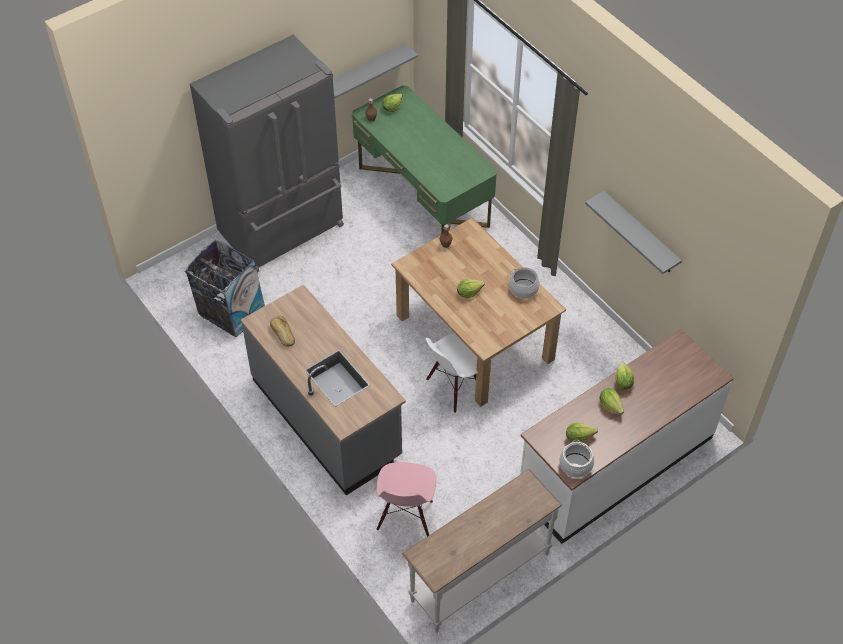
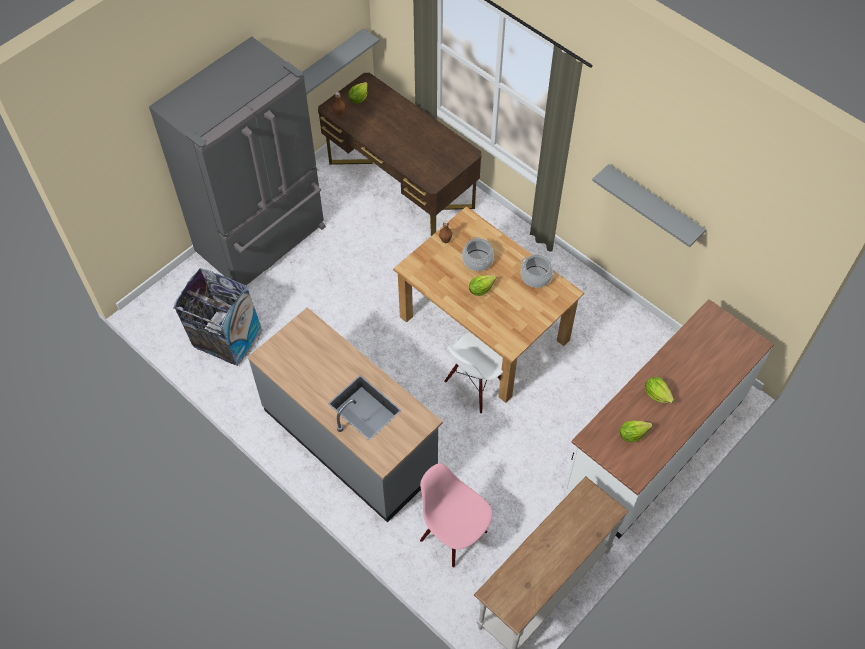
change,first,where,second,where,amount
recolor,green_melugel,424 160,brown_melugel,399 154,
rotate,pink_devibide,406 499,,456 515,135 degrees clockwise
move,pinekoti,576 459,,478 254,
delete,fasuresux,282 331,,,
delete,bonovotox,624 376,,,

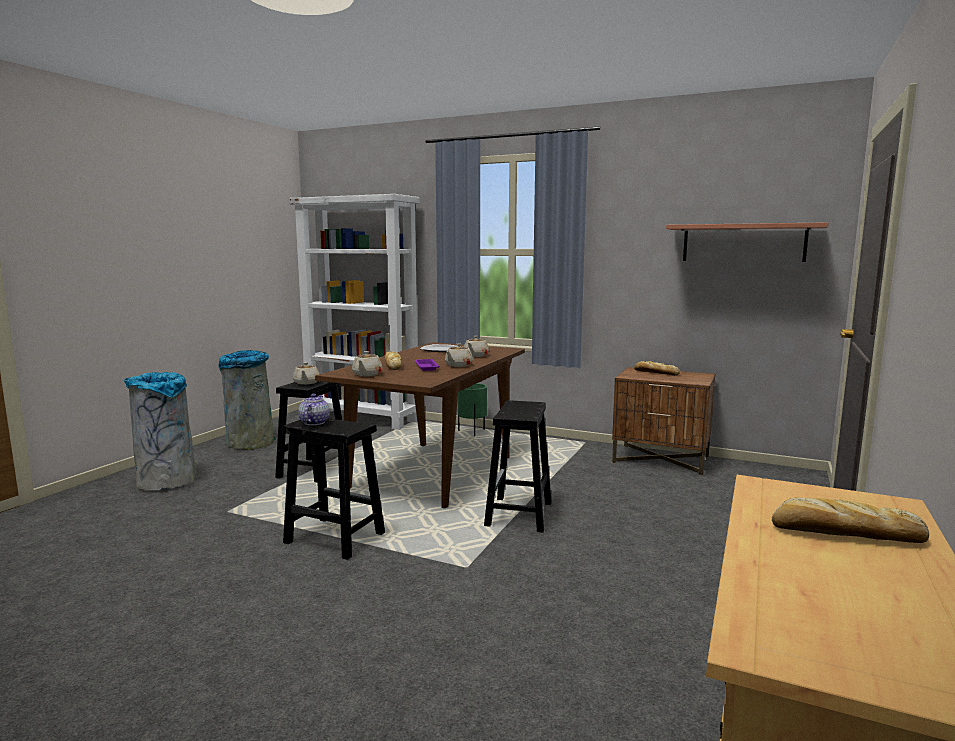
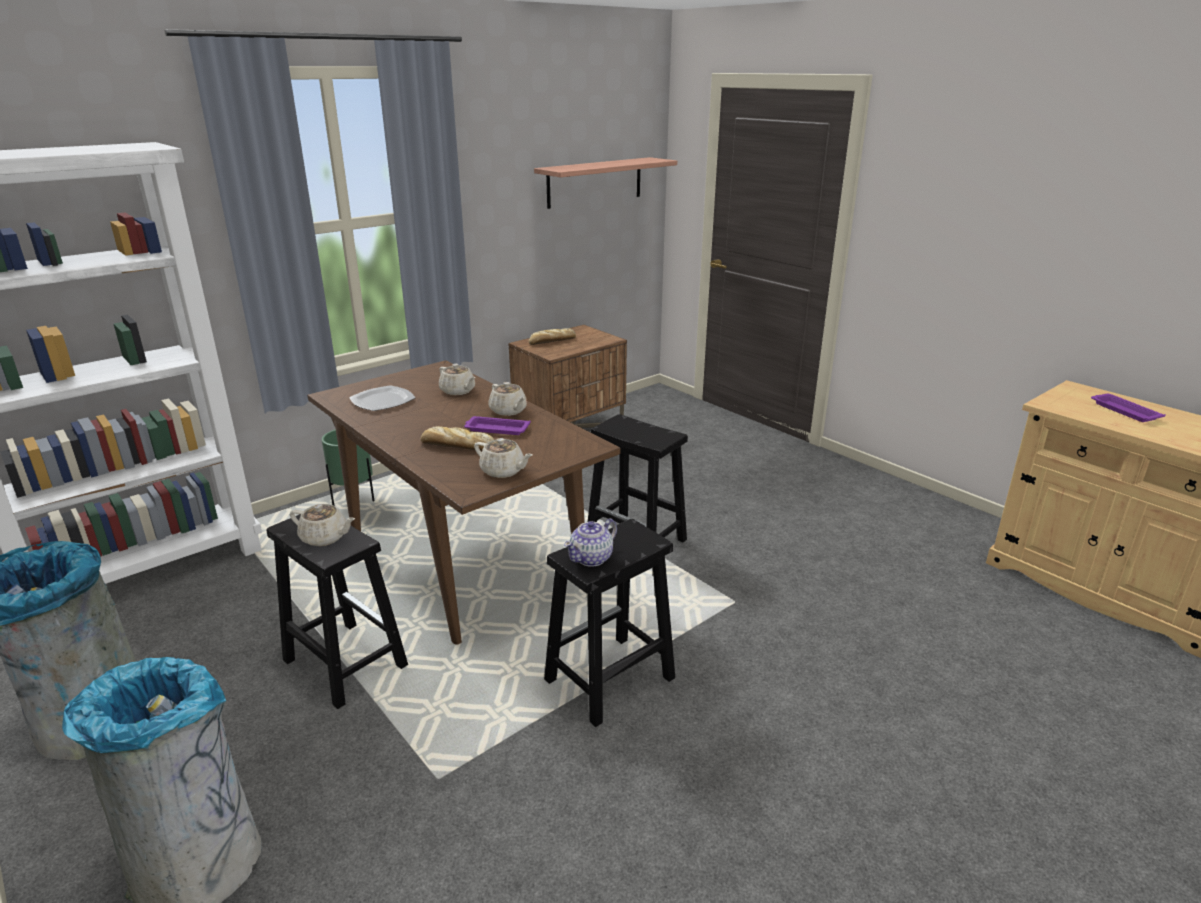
change,first,where,second,where,amount
rotate,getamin,314 409,,590 543,75 degrees counterclockwise
replace,fasuresux,850 520,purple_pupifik,1128 408,

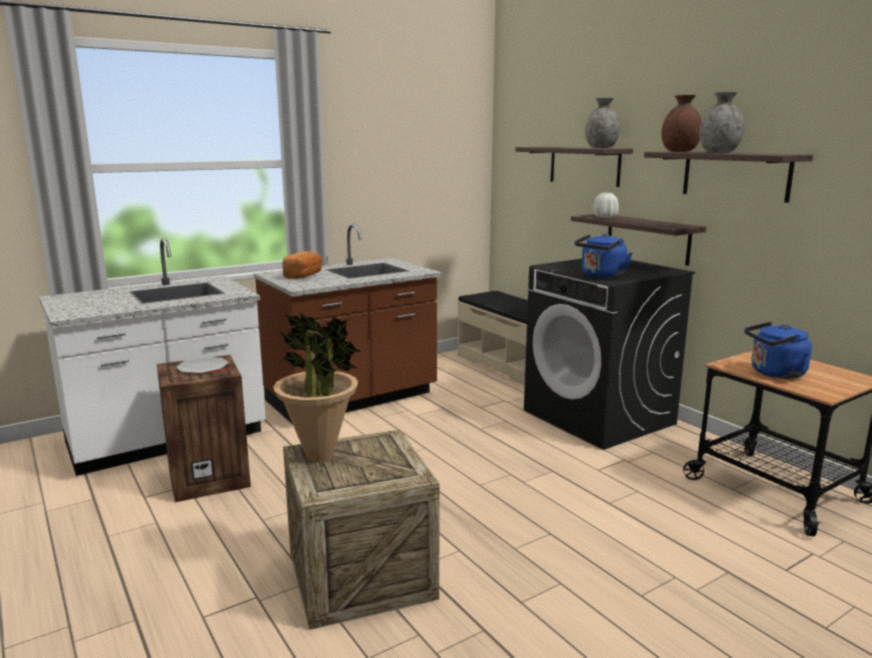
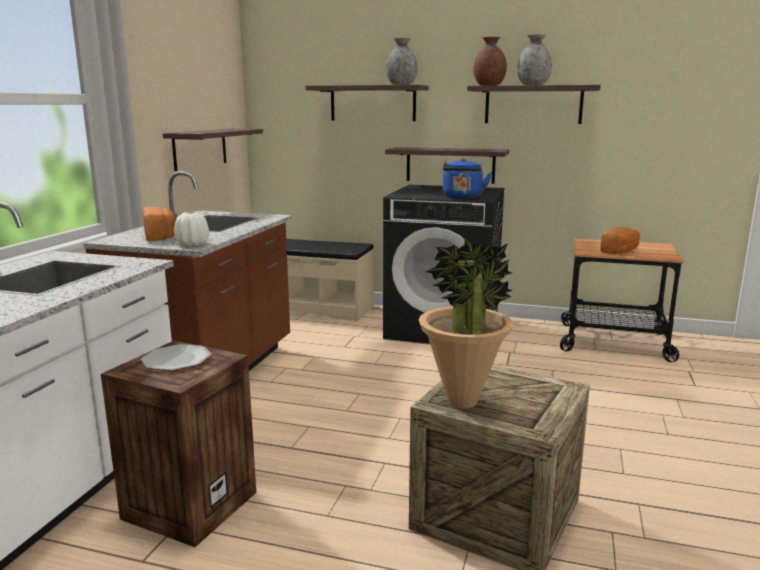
change,first,where,second,where,amount
insert,,,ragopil,213 150,
move,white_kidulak,606 205,,191 229,
replace,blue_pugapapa,778 350,fasuresux,620 240,

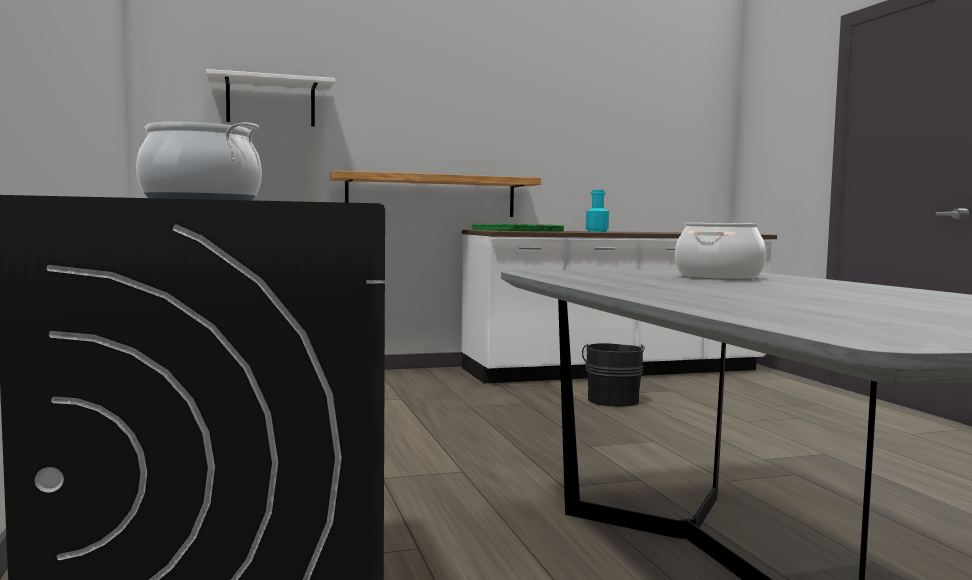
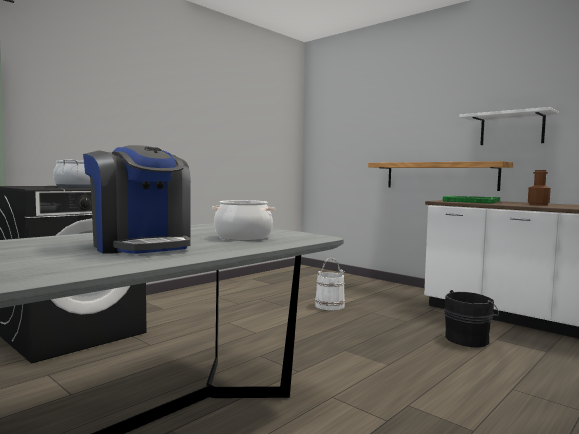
change,first,where,second,where,amount
insert,,,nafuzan,137 199,
insert,,,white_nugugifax,330 284,
move,white_ragopil,270 98,,509 126,
recolor,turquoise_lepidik,597 211,brown_lepidik,539 188,

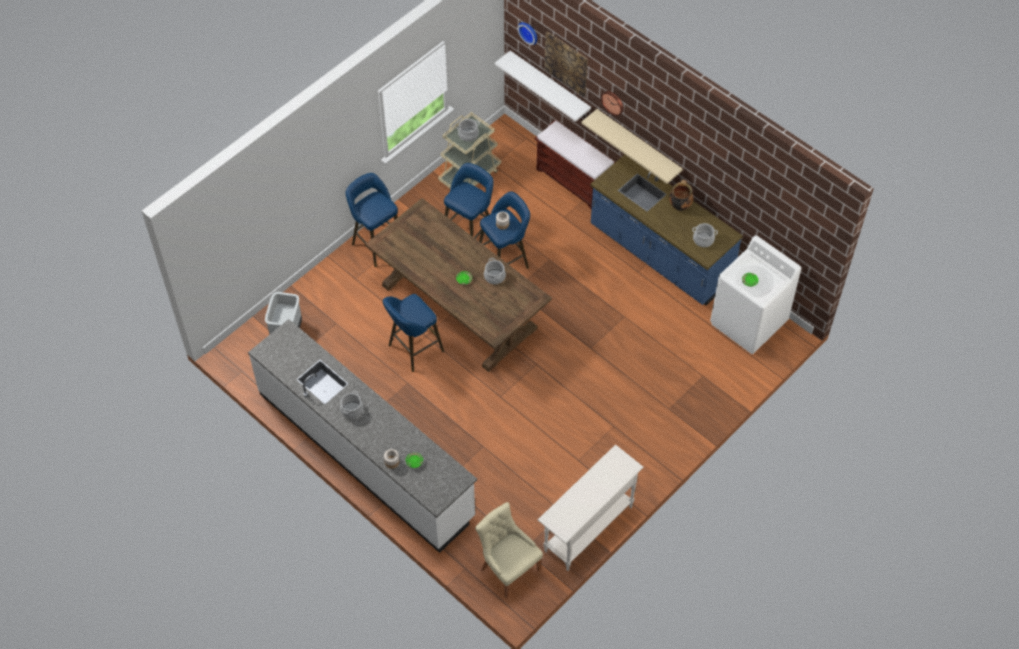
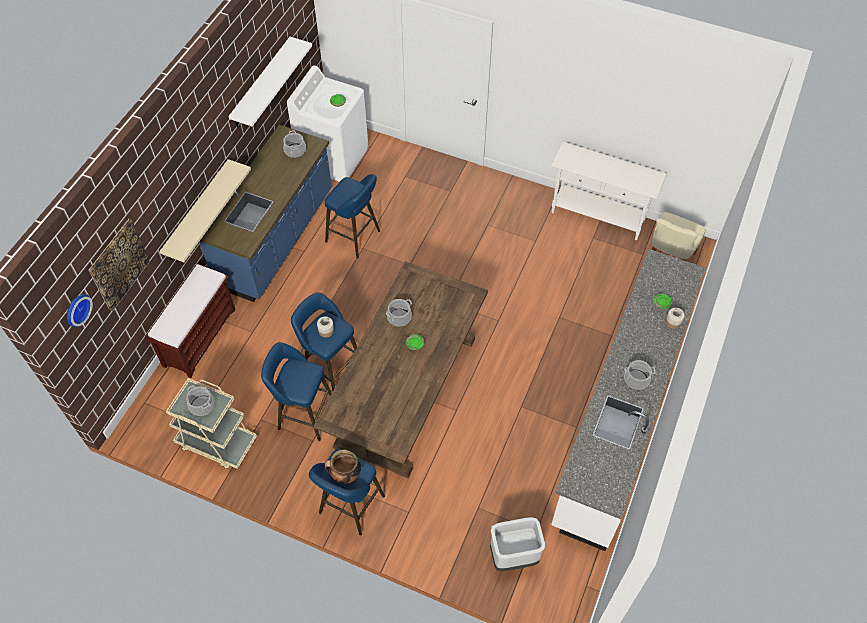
change,first,where,second,where,amount
move,white_ragopil,543 86,,270 82,
move,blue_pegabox,413 333,,352 216,
move,pinekoti,681 195,,342 467,
delete,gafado,612 103,,,

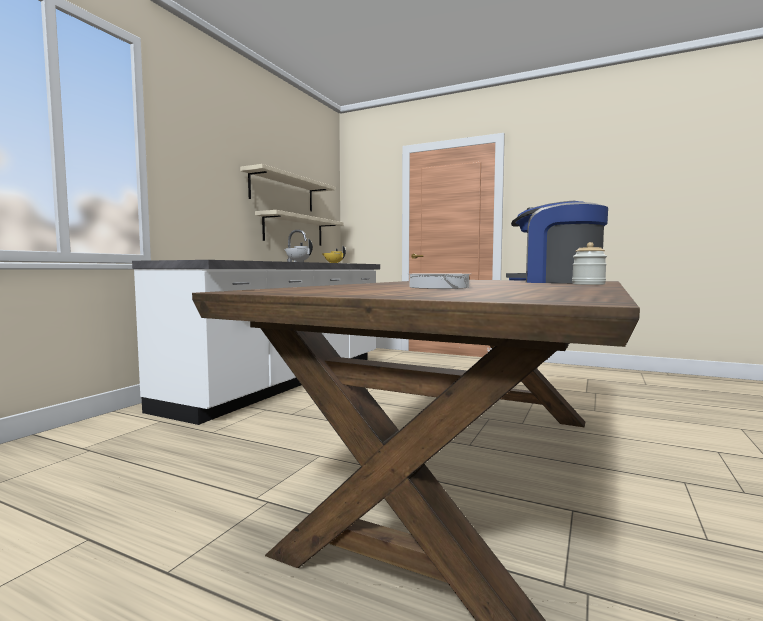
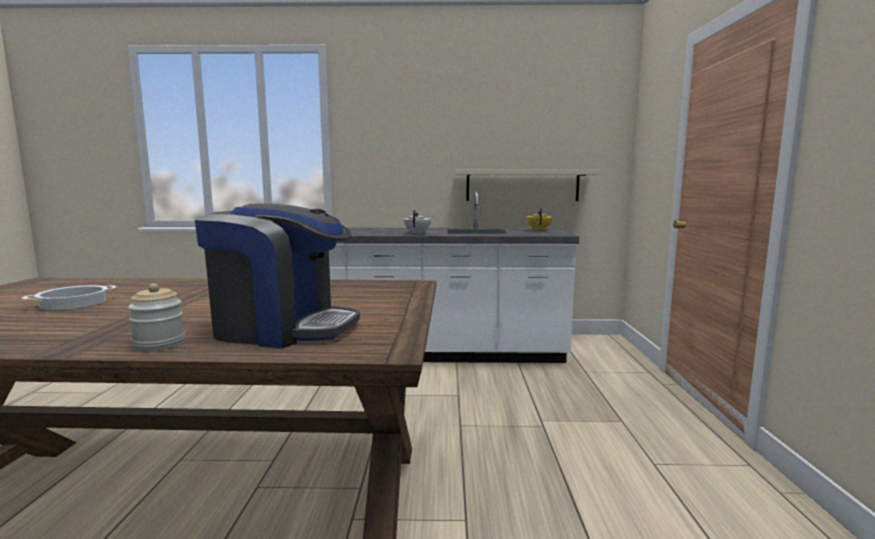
change,first,where,second,where,amount
rotate,nafuzan,557 242,,277 275,90 degrees clockwise
delete,beige_ragopil,287 187,,,

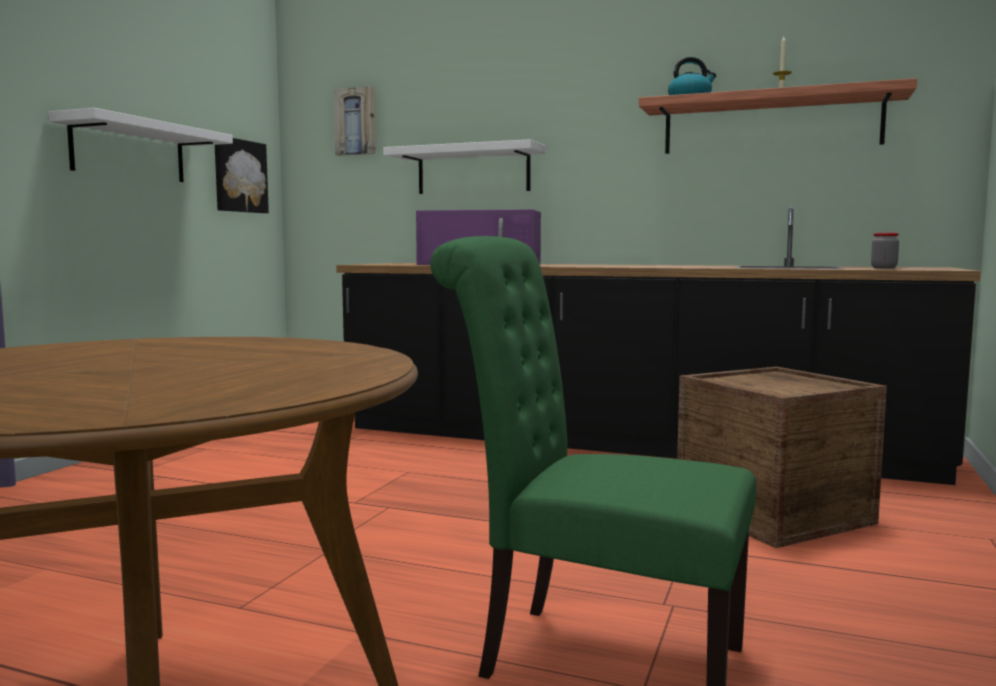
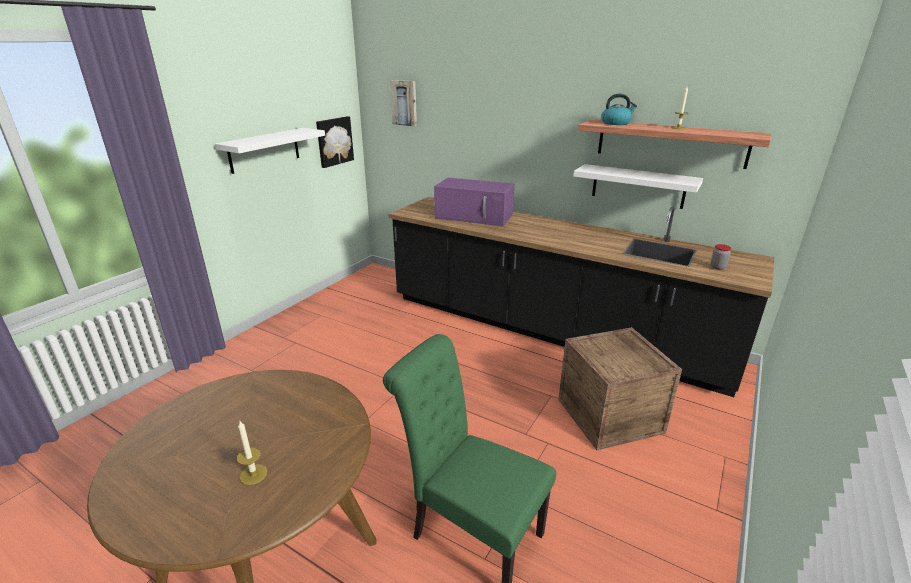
change,first,where,second,where,amount
insert,,,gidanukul,252 453,
move,white_ragopil,464 166,,638 186,

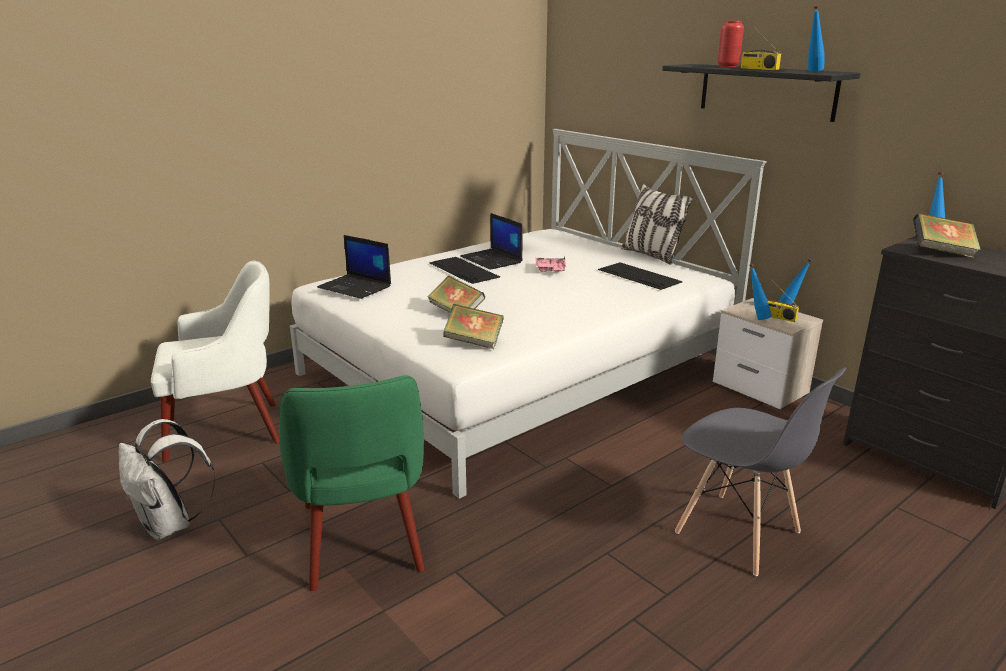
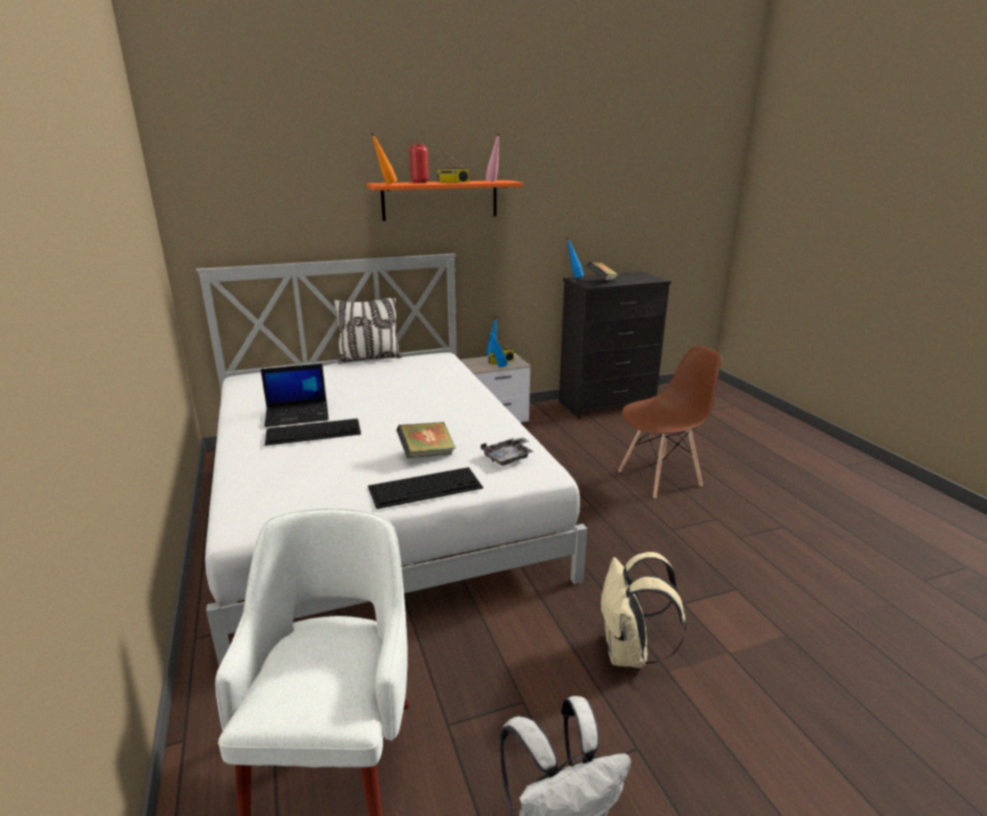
change,first,where,second,where,amount
recolor,black_ragopil,761 93,orange_ragopil,444 200,
move,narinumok,640 276,,425 488,
insert,,,orange_lepidik,383 158,
replace,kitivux,473 326,grey_pupifik,507 451,
recolor,blue_lepidik,816 38,pink_lepidik,493 157,
replace,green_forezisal,352 483,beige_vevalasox,643 610,
recolor,grey_devibide,760 471,brown_devibide,670 422,
delete,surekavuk,354 267,,,
delete,pink_pupifik,551 264,,,

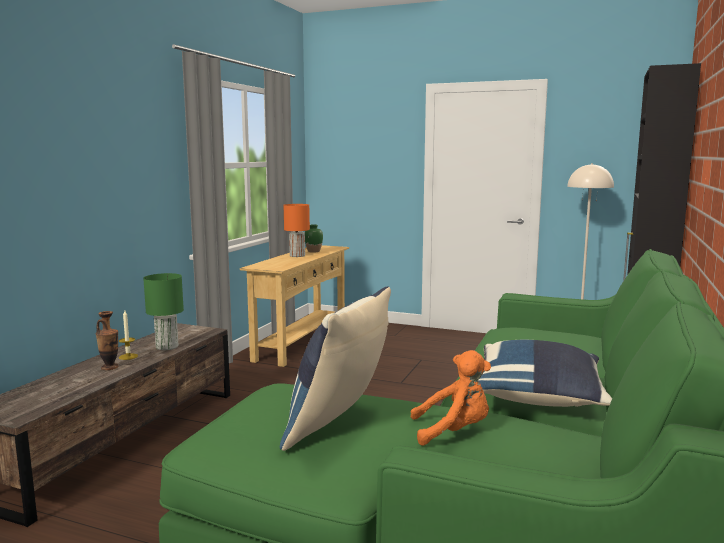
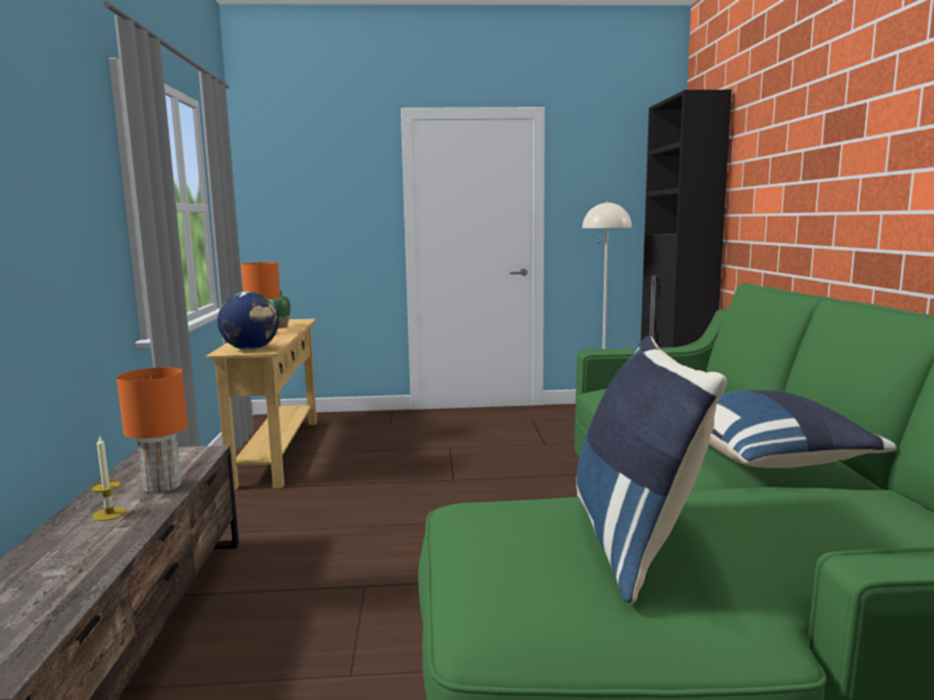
change,first,where,second,where,amount
recolor,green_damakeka,163 311,orange_damakeka,152 430,
insert,,,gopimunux,248 321,
delete,kidulak,107 340,,,
delete,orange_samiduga,451 398,,,

